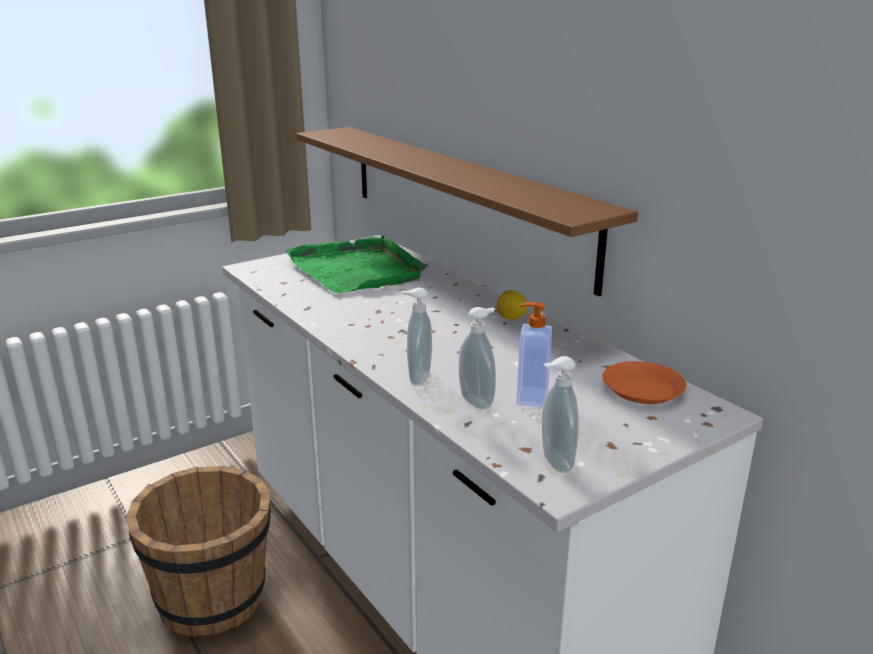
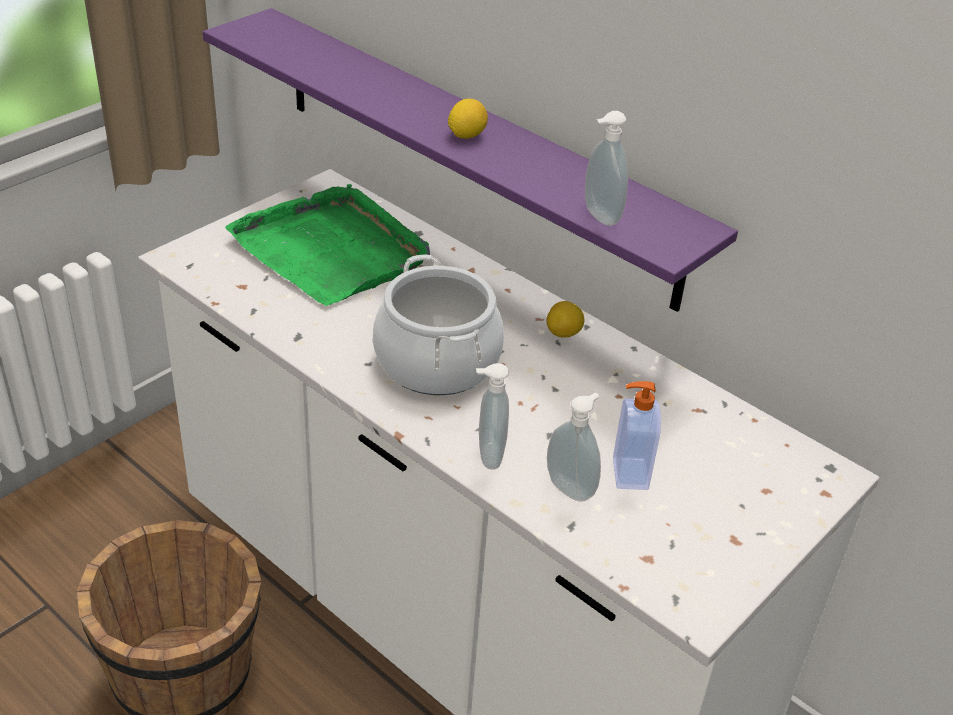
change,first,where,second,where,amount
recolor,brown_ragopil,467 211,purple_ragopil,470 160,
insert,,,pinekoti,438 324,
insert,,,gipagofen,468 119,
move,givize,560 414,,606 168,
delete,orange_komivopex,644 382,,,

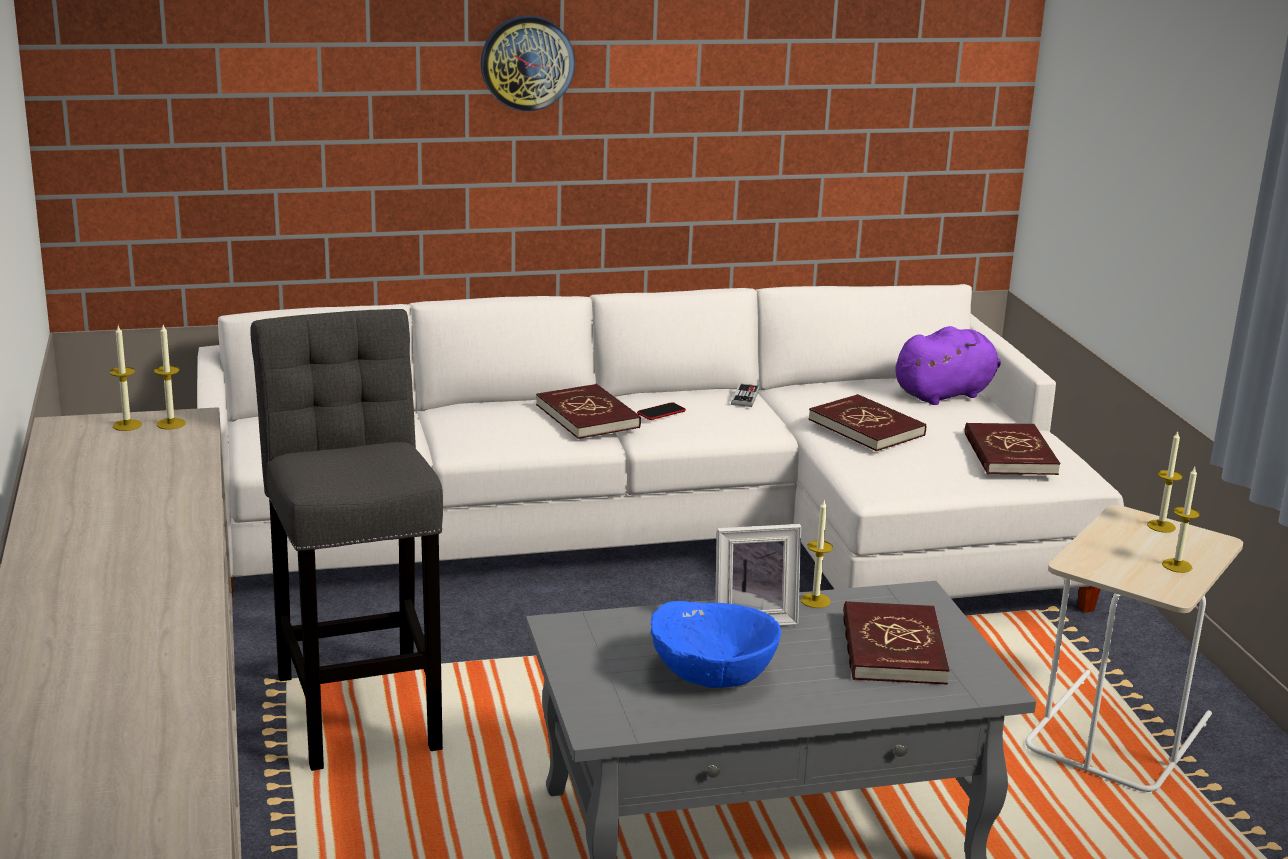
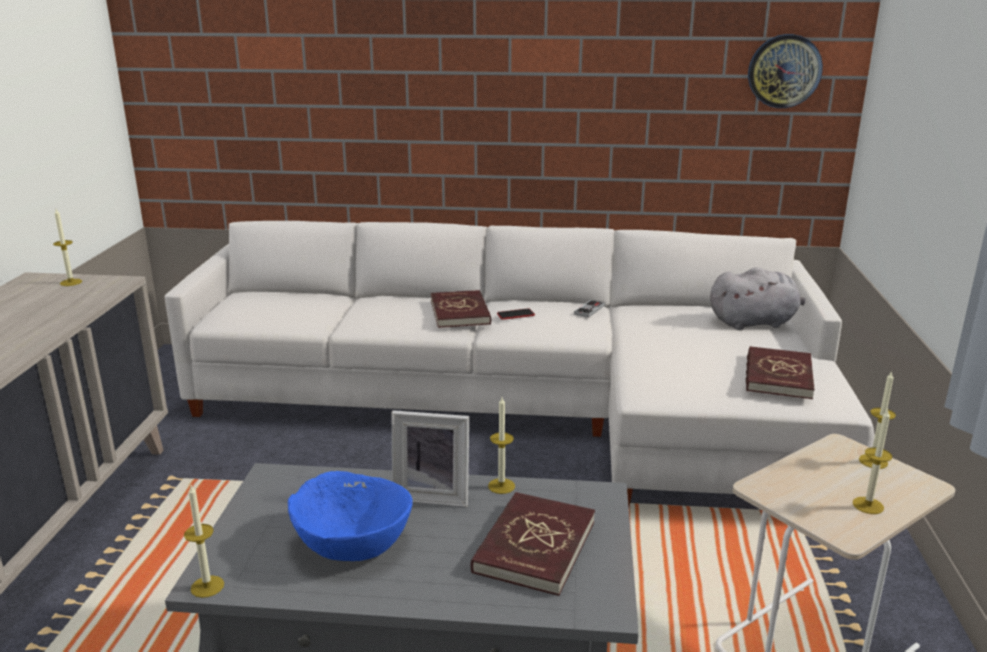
change,first,where,second,where,amount
move,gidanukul,170 377,,204 541,
recolor,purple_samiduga,948 365,grey_samiduga,757 298,
move,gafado,528 63,,785 71,
delete,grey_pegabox,346 540,,,
delete,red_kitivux,867 422,,,

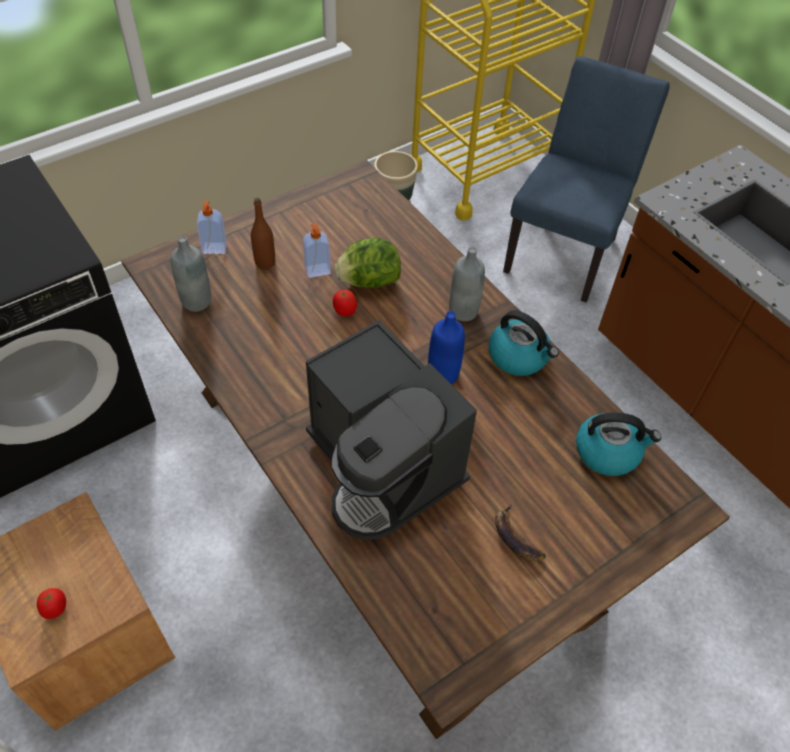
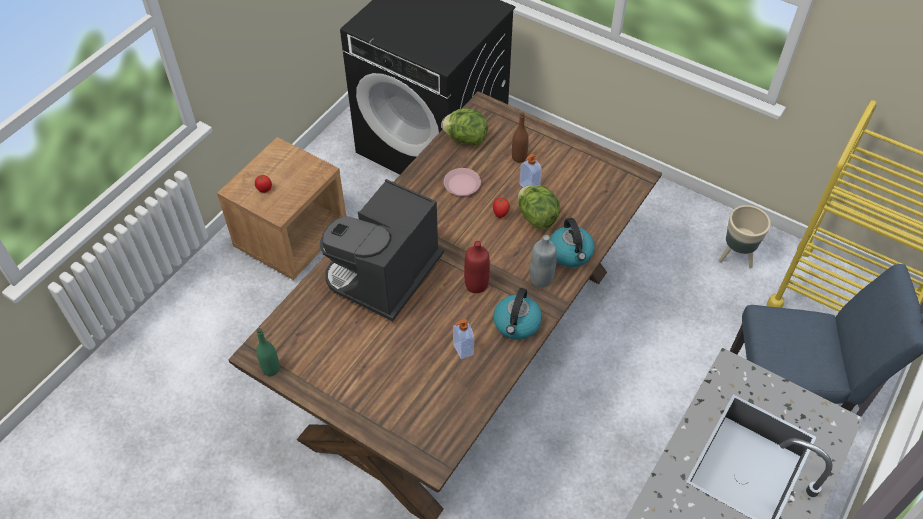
change,first,where,second,where,amount
insert,,,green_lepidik,268 352,
replace,grey_lepidik,191 274,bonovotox,464 126,
insert,,,pink_komivopex,462 182,
move,givize,211 227,,463 339,
recolor,blue_lepidik,446 347,red_lepidik,477 267,
move,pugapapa,618 444,,572 242,
delete,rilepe,520 532,,,

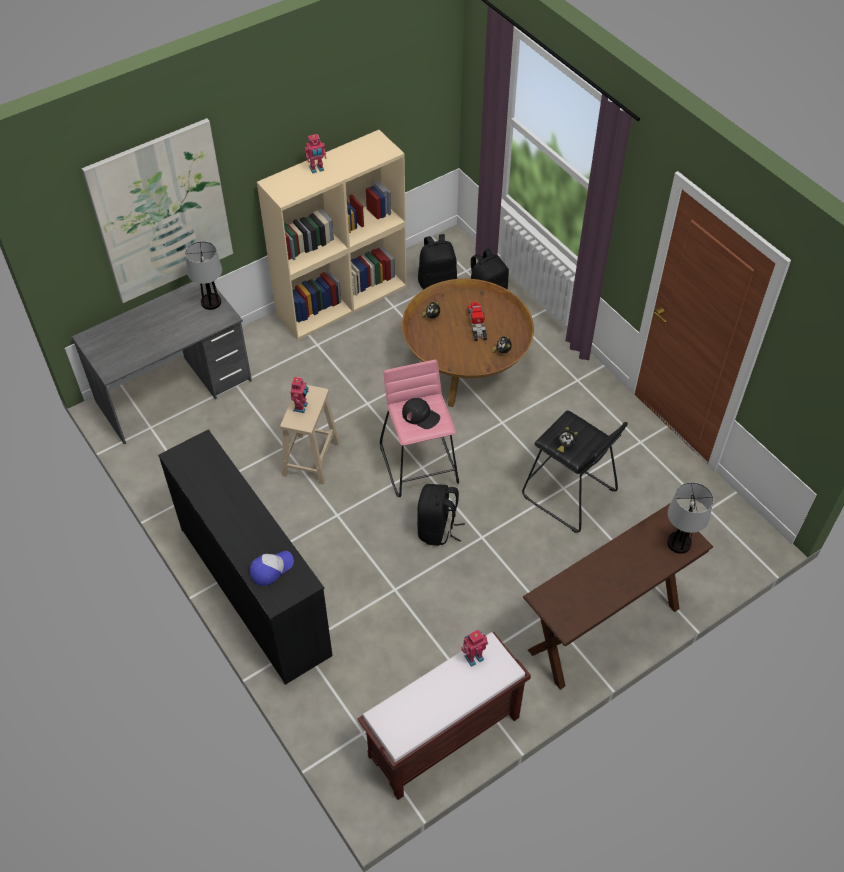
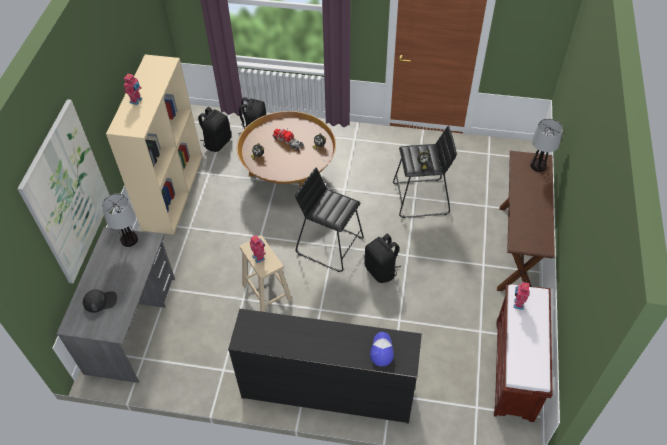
change,first,where,second,where,amount
move,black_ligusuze,421 413,,100 301,
recolor,pink_pegabox,419 428,black_pegabox,329 220,

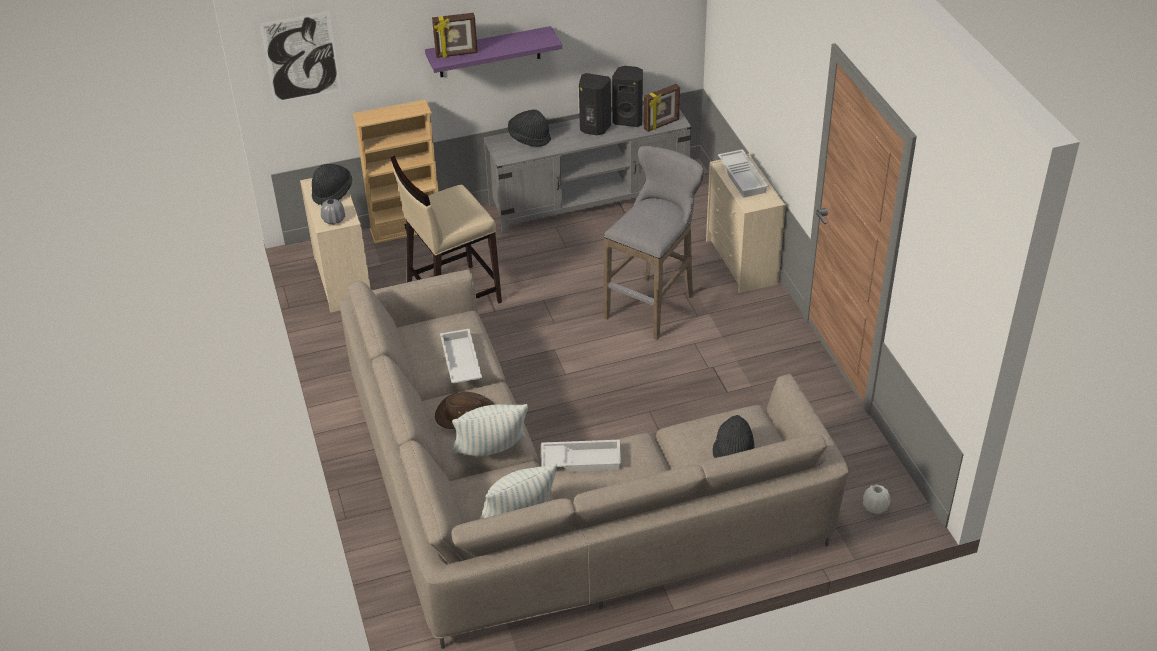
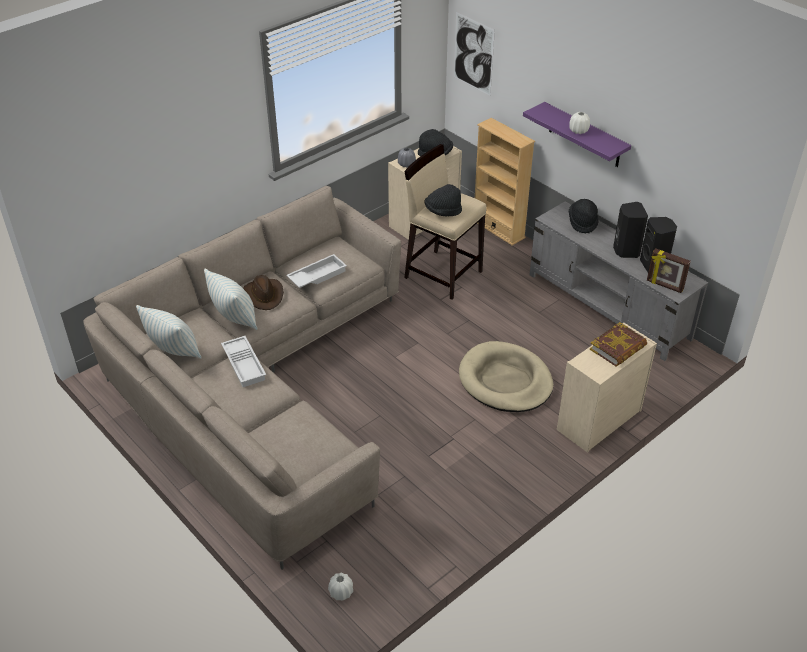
change,first,where,second,where,amount
move,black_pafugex,734 436,,443 200,
replace,grey_pegabox,654 243,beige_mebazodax,506 376,
insert,,,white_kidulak,579 123,
replace,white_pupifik,743 173,kitivux,618 344,
delete,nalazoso,455 35,,,

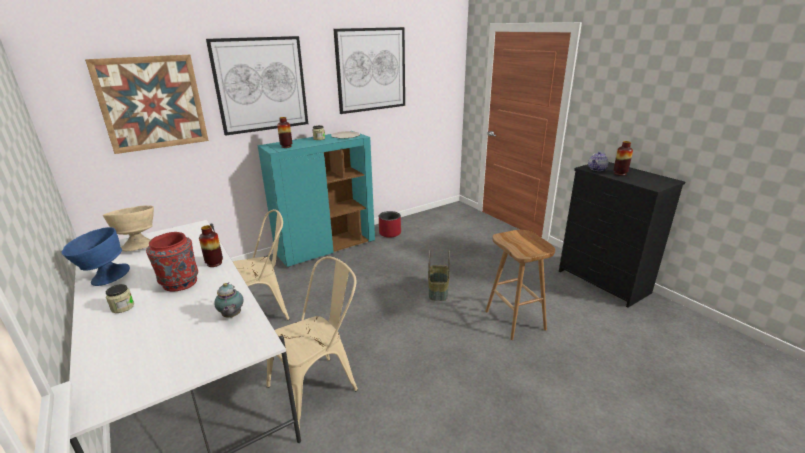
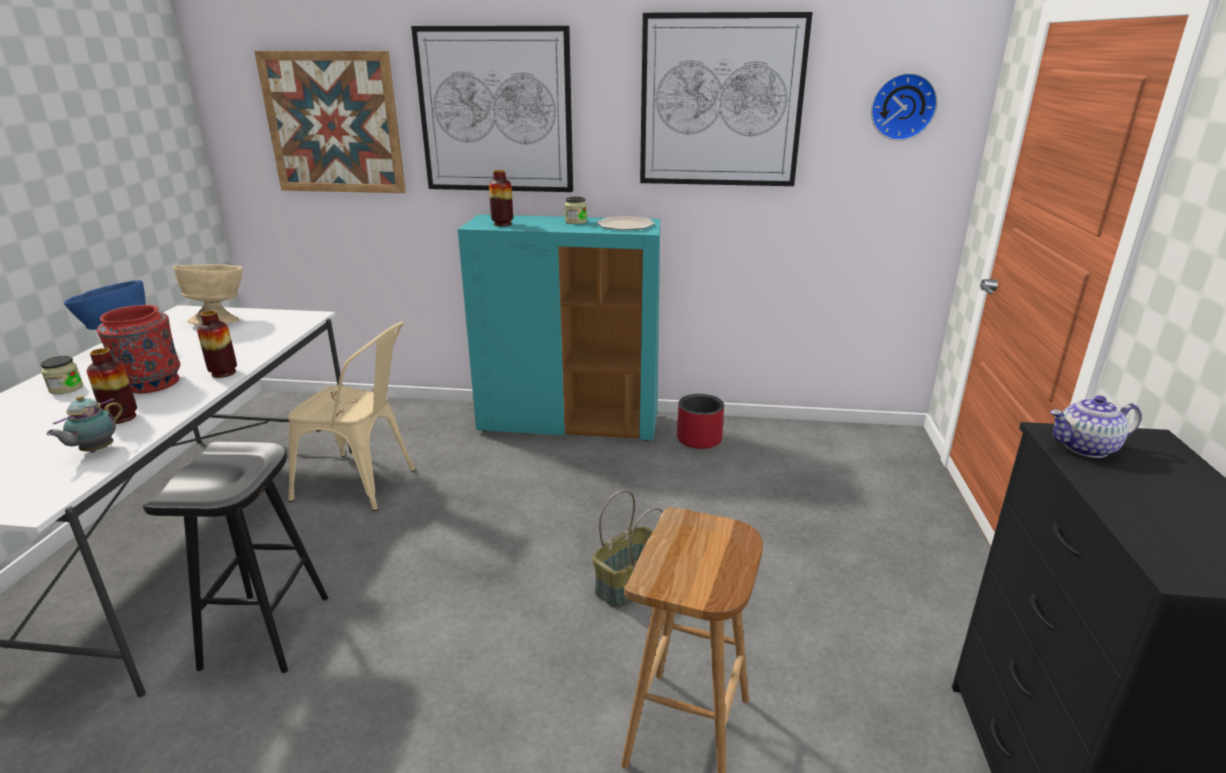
change,first,where,second,where,amount
move,kidulak,623 158,,112 386,
replace,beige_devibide,312 343,black_pegabox,235 557,
insert,,,gafado,904 107,

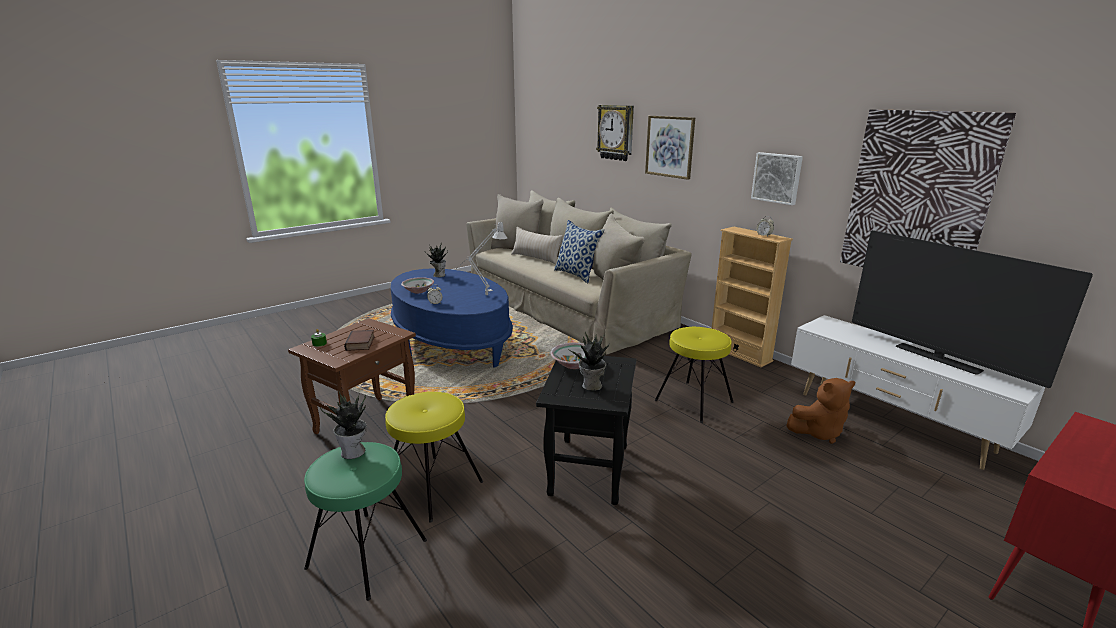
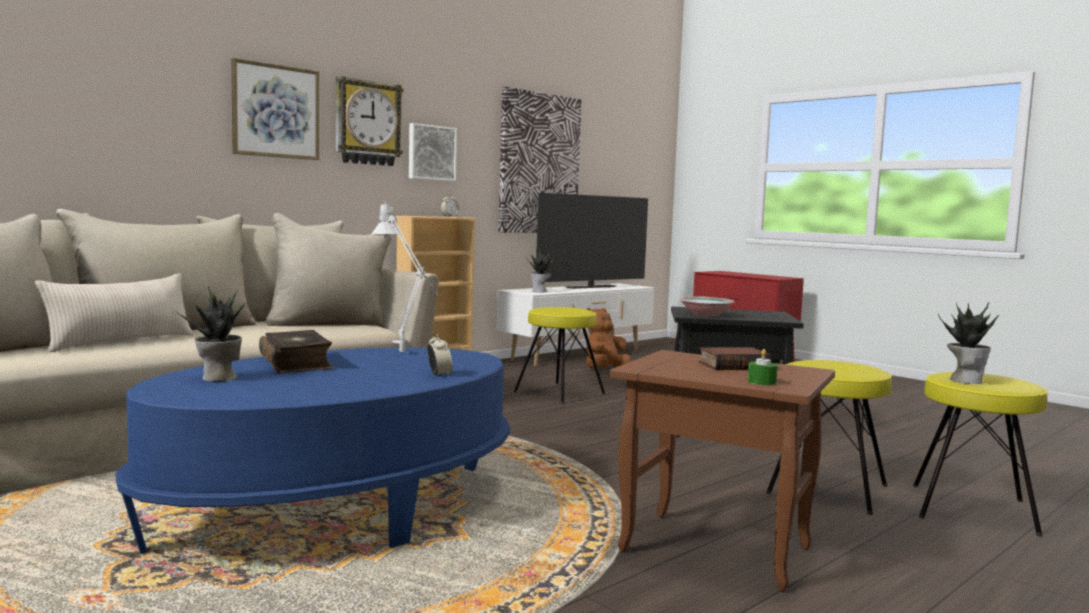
change,first,where,second,where,amount
insert,,,kitivux,296 351,
move,gafado,615 133,,370 121,
move,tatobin,591 361,,540 271,
rotate,brown_samiduga,820 411,,608 338,120 degrees counterclockwise
recolor,green_pegabox,365 521,yellow_pegabox,980 454,
delete,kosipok,417 285,,,
delete,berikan,579 251,,,

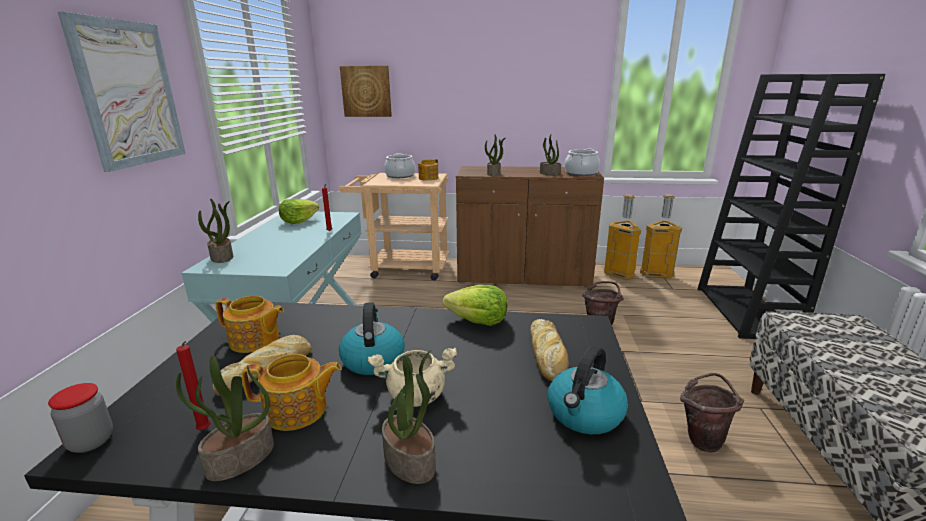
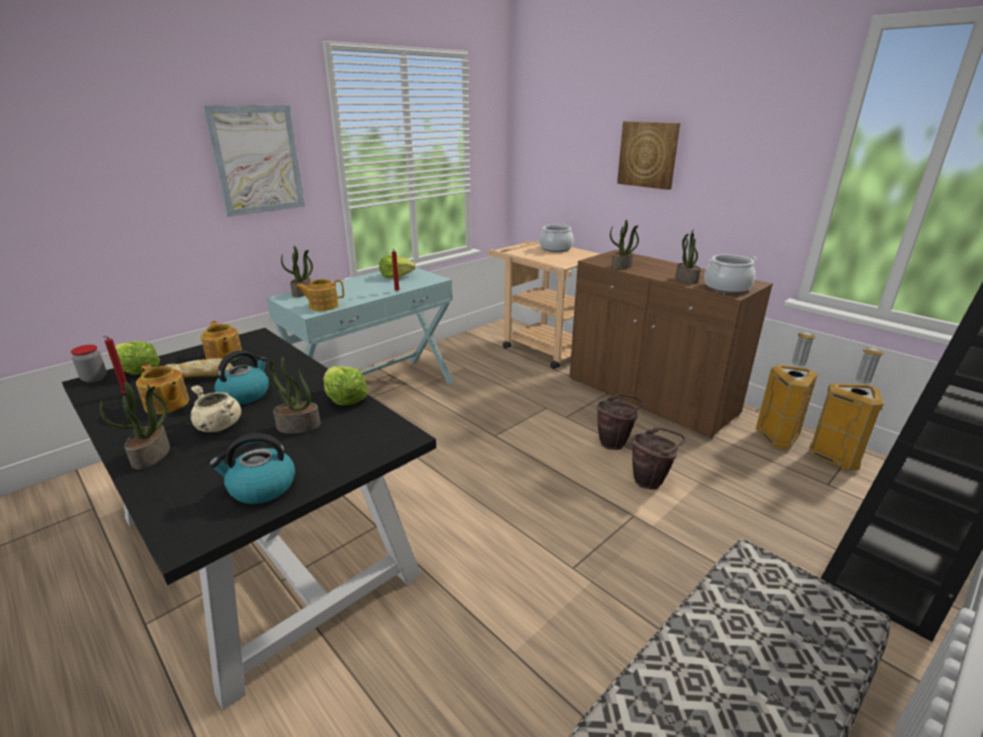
change,first,where,second,where,amount
insert,,,bonovotox,137 358,
move,tatobin,225 418,,295 395,
move,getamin,427 170,,320 295,
move,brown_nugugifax,712 412,,620 422,
move,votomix,366 91,,648 155,
delete,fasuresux,549 350,,,

